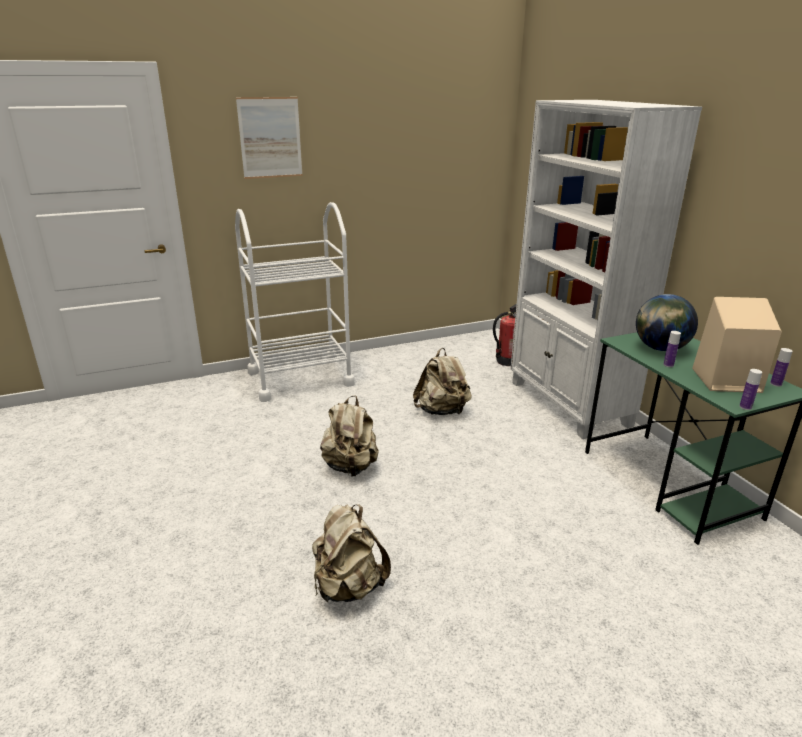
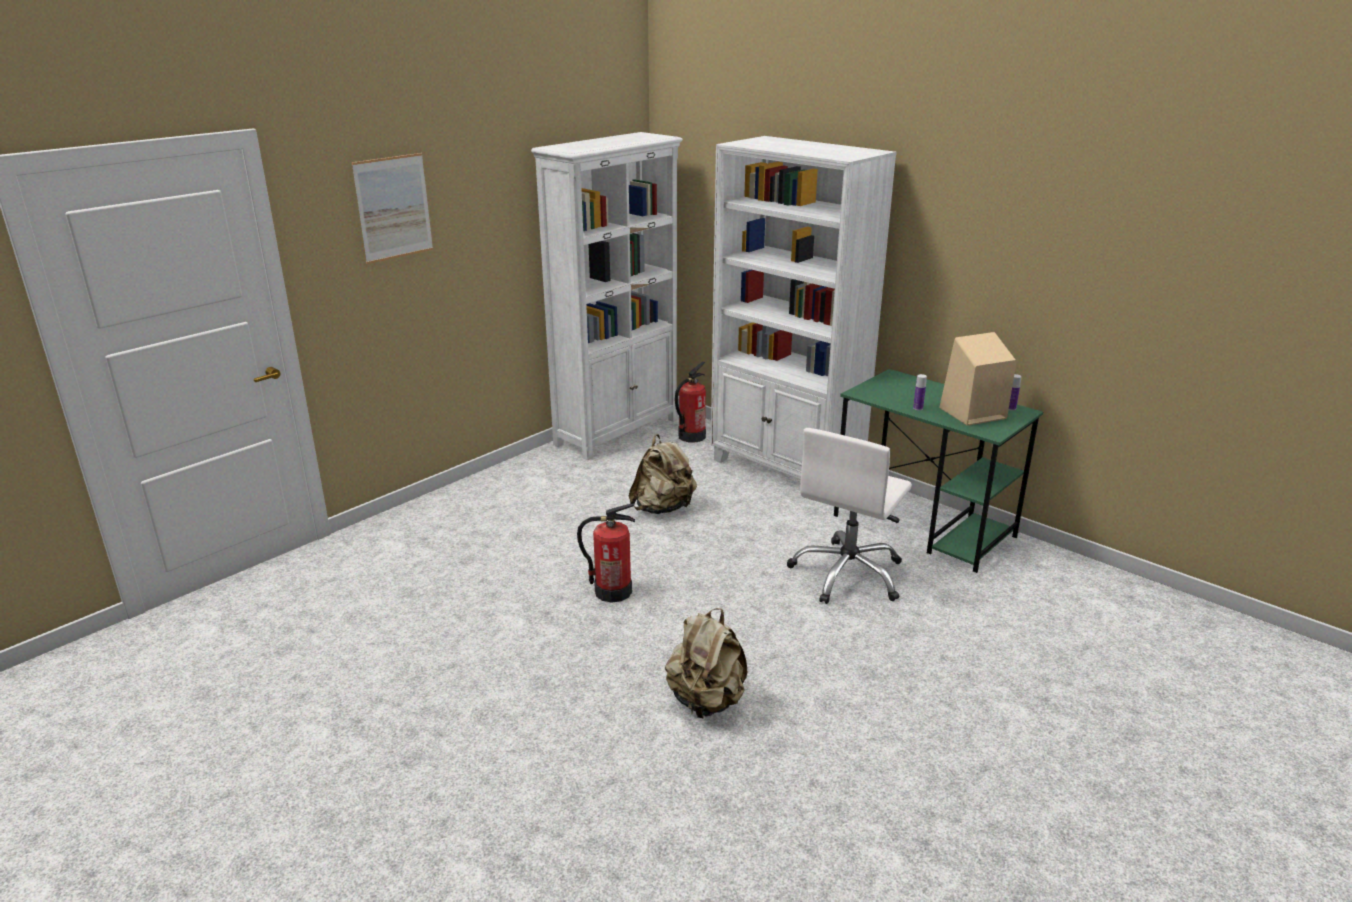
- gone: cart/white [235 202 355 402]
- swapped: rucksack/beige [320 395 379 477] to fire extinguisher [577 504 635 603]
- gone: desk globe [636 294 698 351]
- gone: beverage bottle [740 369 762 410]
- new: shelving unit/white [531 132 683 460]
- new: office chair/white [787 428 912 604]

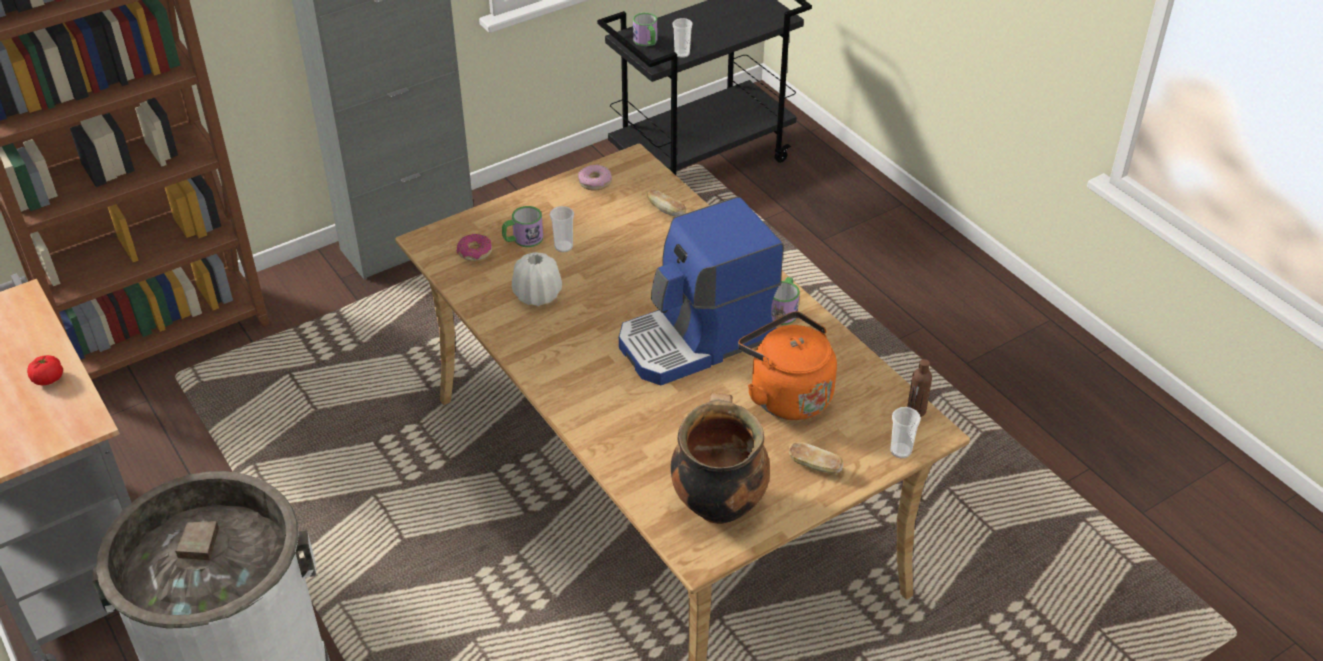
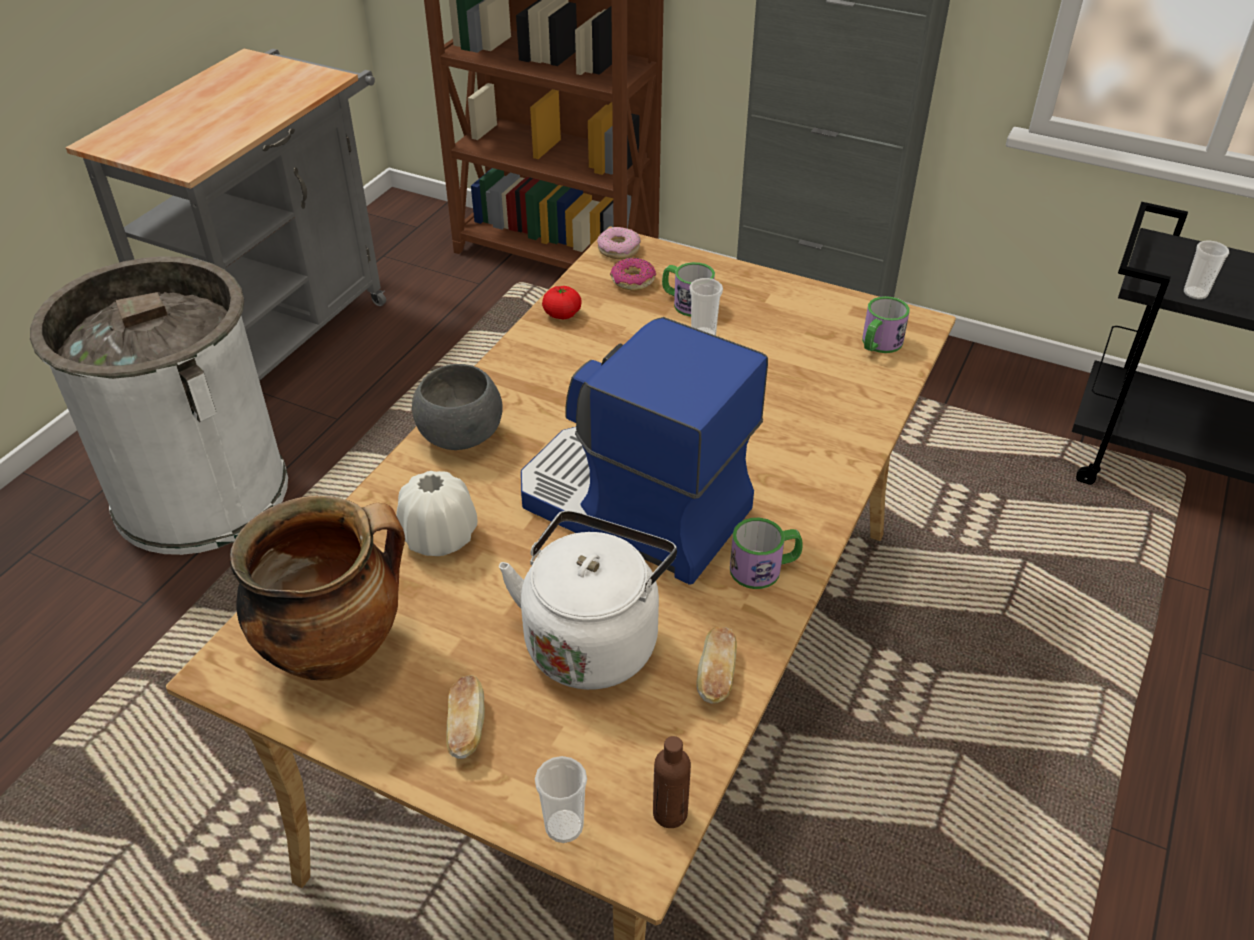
- shifted: tomato [27 355 63 385] to [542 286 582 319]
- shifted: flower vase/white [512 252 562 306] to [396 471 478 556]
- shifted: donut [578 165 612 191] to [597 227 641 259]
- shifted: mug [633 13 657 46] to [862 296 910 353]
- shifted: bakery bread [647 190 686 217] to [696 627 737 703]
- repainted: kettle/orangey [738 311 837 420] to kettle/white [499 511 677 690]
- new: bowl/gray [412 364 503 450]

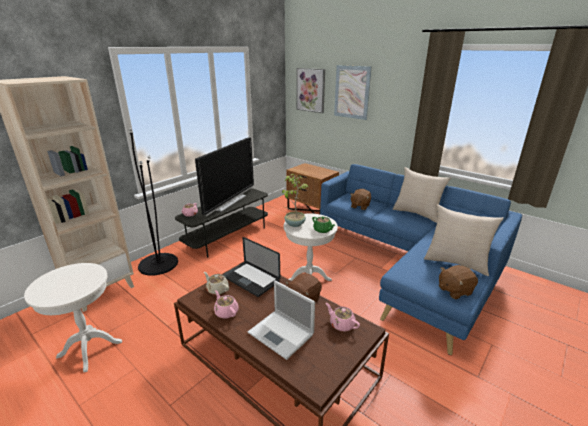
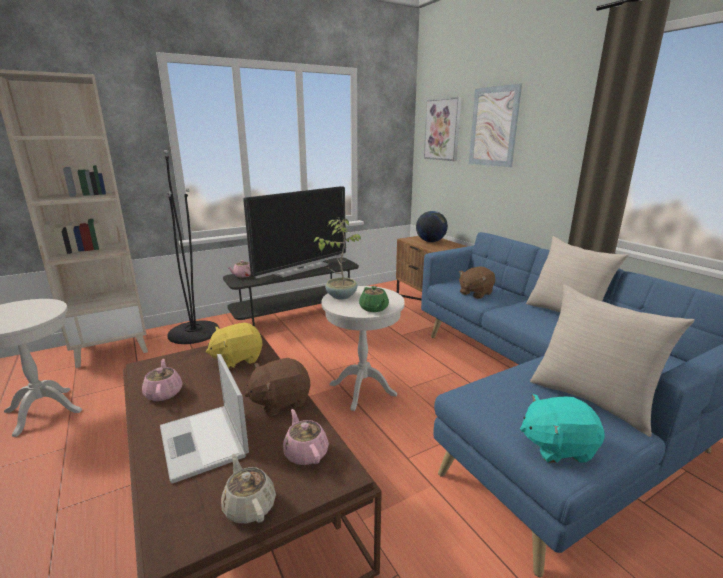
- shifted: tea pot/beige [204 272 229 295] to [221 454 276 523]
- swapped: laptop [223 237 280 297] to soft toy/yellowish [206 323 262 369]
- repainted: soft toy/brown [439 265 478 299] to soft toy/turquoise [520 394 605 463]
- new: desk globe [416 211 448 242]

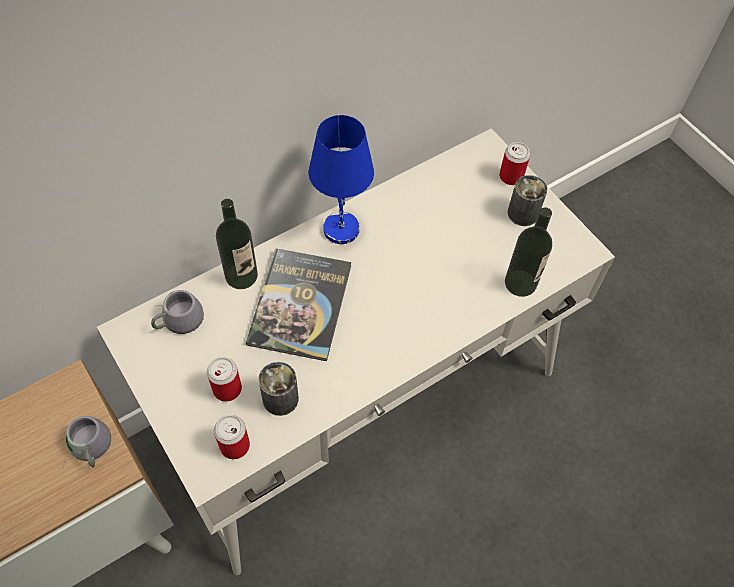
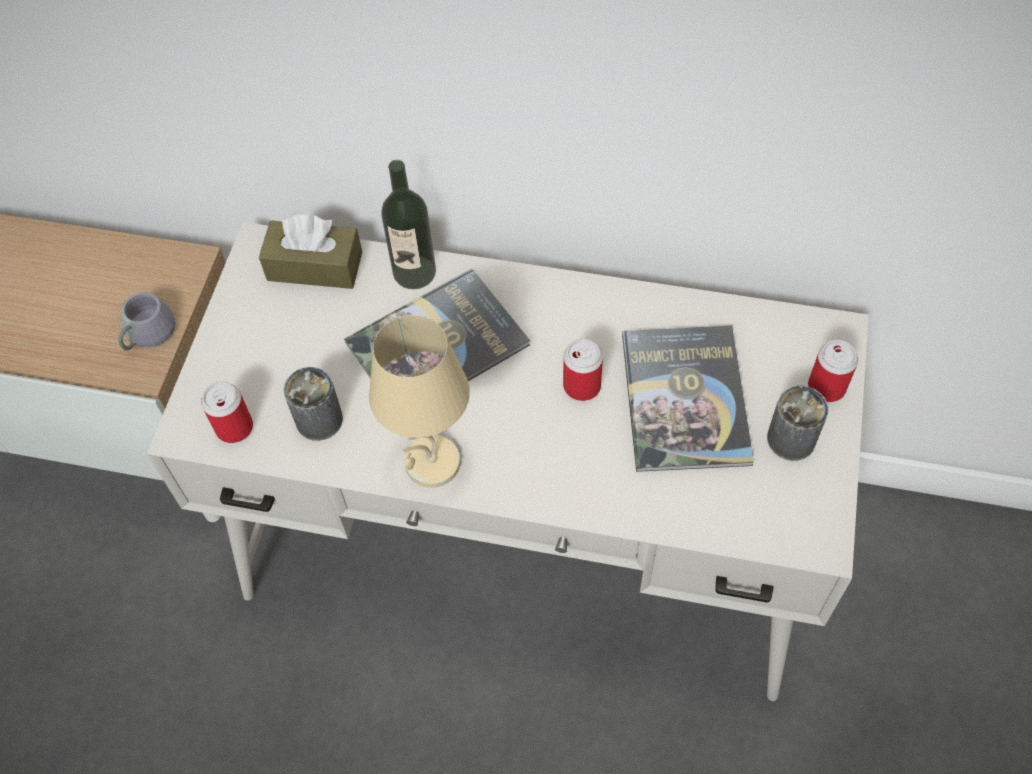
- swapped: mug/gray [151 290 204 334] to tissue box/brown [259 215 362 289]
- shifted: can [207 357 242 402] to [563 339 603 401]
- gone: table lamp/bluish [309 115 374 244]
- gone: beverage bottle [505 207 552 297]
- new: table lamp/beige [369 315 470 488]
- new: book [622 326 754 472]

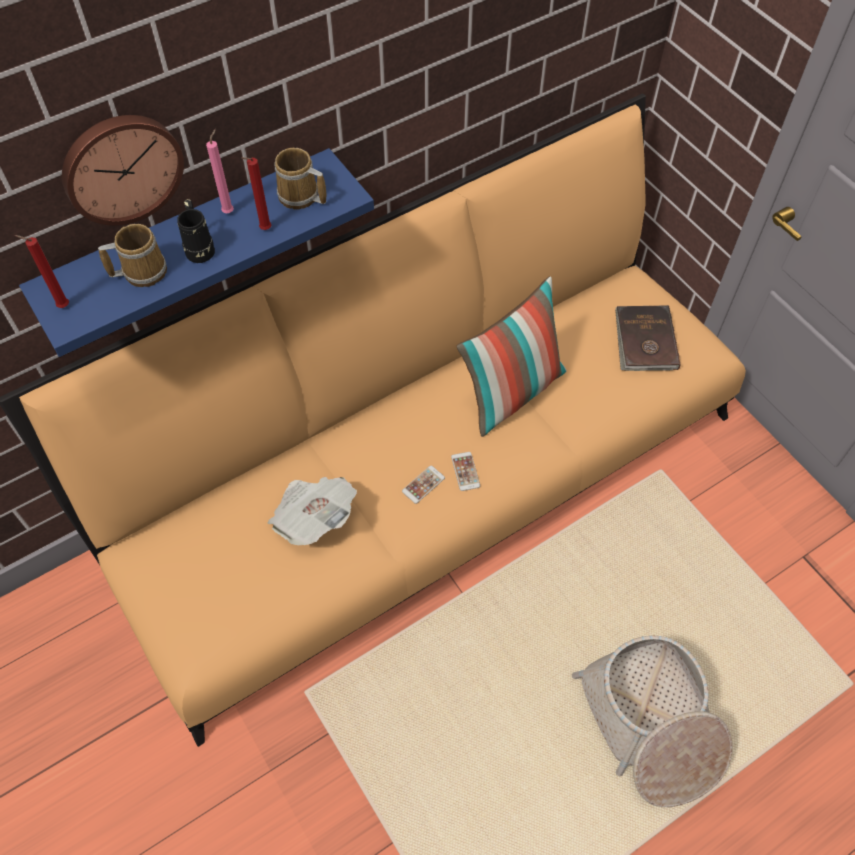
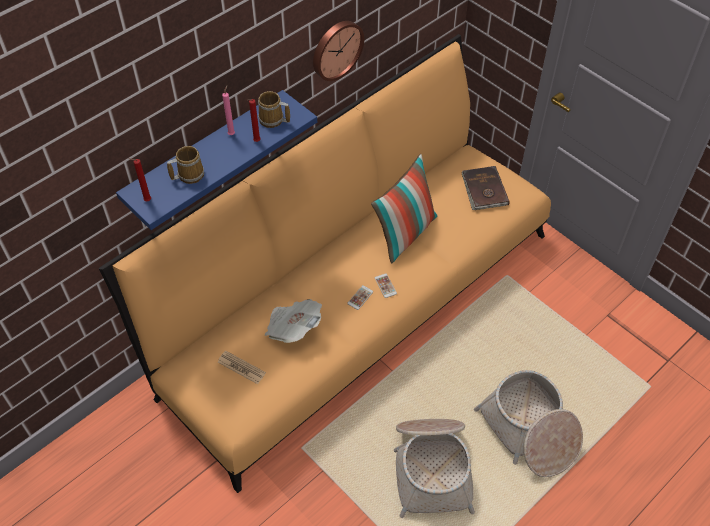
- shifted: wall clock [62 115 184 226] to [313 21 364 81]
- gone: mug/blackish [177 199 215 263]
- new: newspaper [218 351 266 384]
- new: storage basket [394 419 475 518]

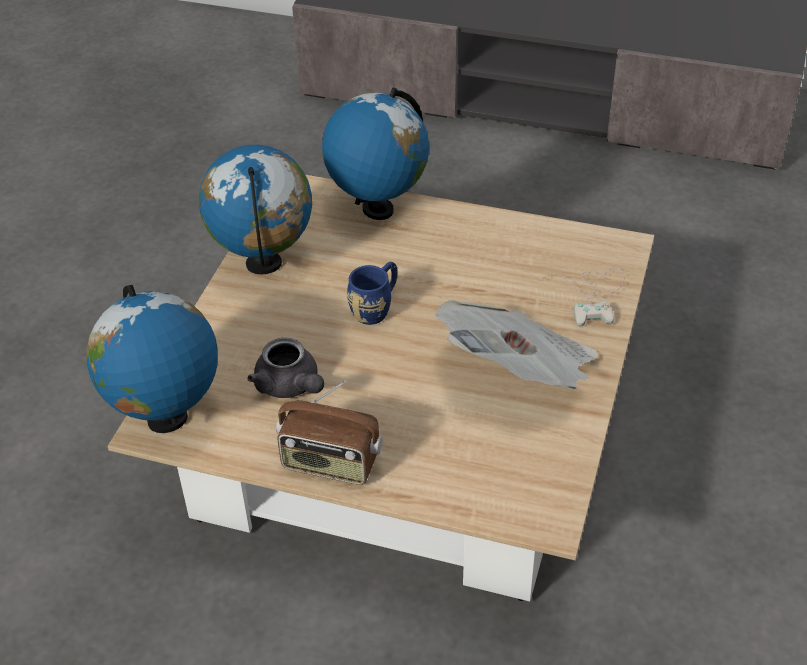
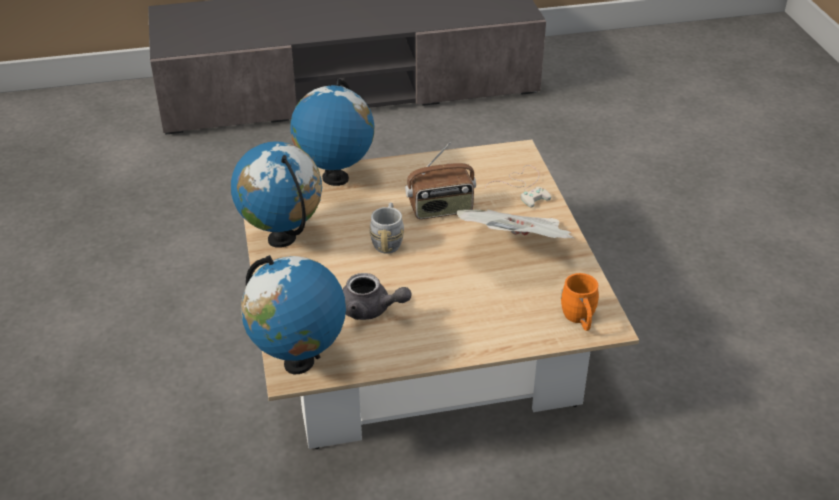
- shifted: radio receiver [276 380 383 485] to [405 142 476 219]
- repainted: mug/bluish [347 262 397 325] to mug/gray [369 202 404 254]
- new: mug/orangey [561 273 599 331]

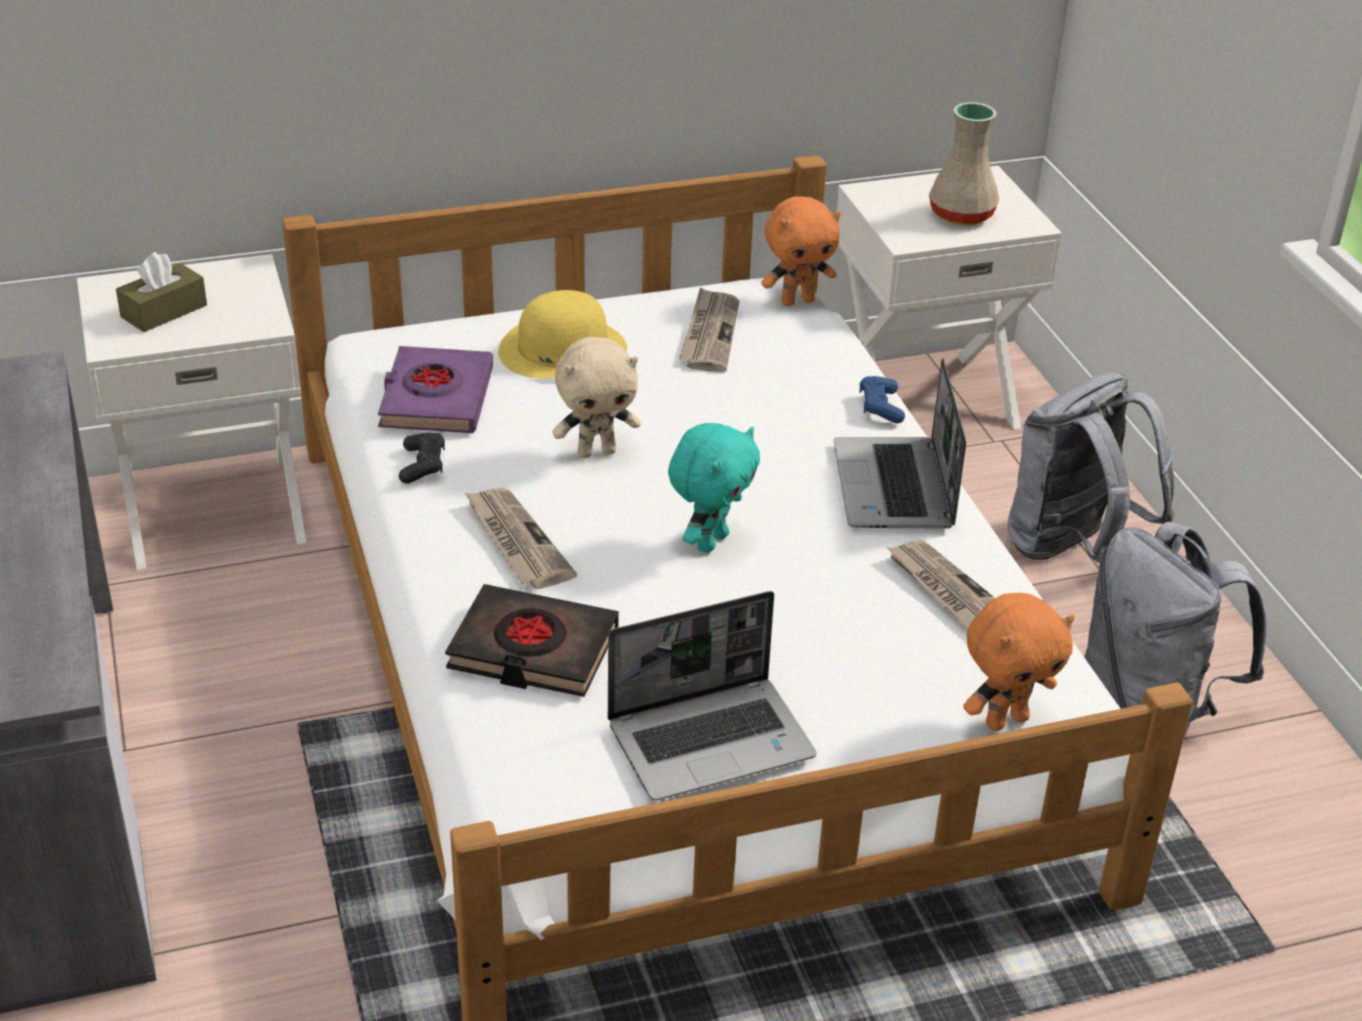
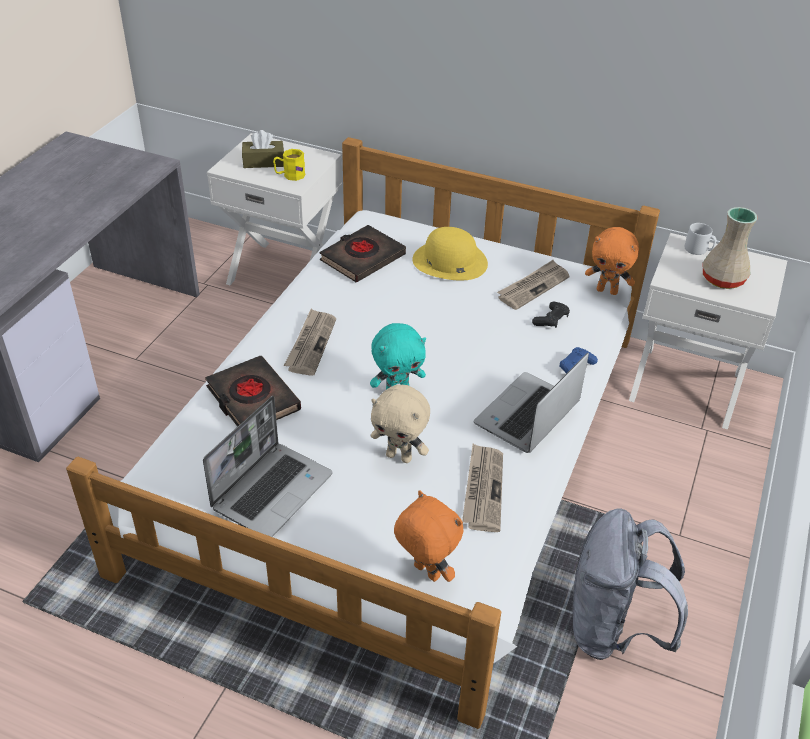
- repainted: book/purple-coloured [378 346 493 433] to book/blackish [320 225 406 283]
- shifted: game controller/blackish [399 433 445 484] to [532 301 570 328]
- shifted: soft toy/beige [552 337 641 458] to [371 385 430 463]
- rotated: laptop [608 591 816 801] = [203 396 333 537] 75 degrees counterclockwise
- rotated: soft toy/orangey [963 593 1075 731] = [394 490 464 582] 150 degrees counterclockwise
- gone: rucksack/gray [1008 372 1174 563]
- new: mug/yellowish [273 149 305 181]
- new: mug/gray [685 223 716 255]

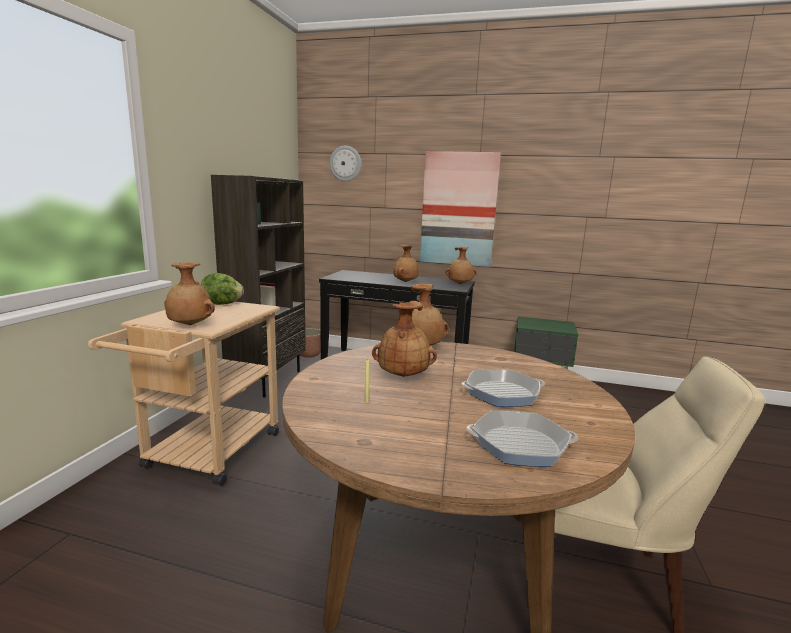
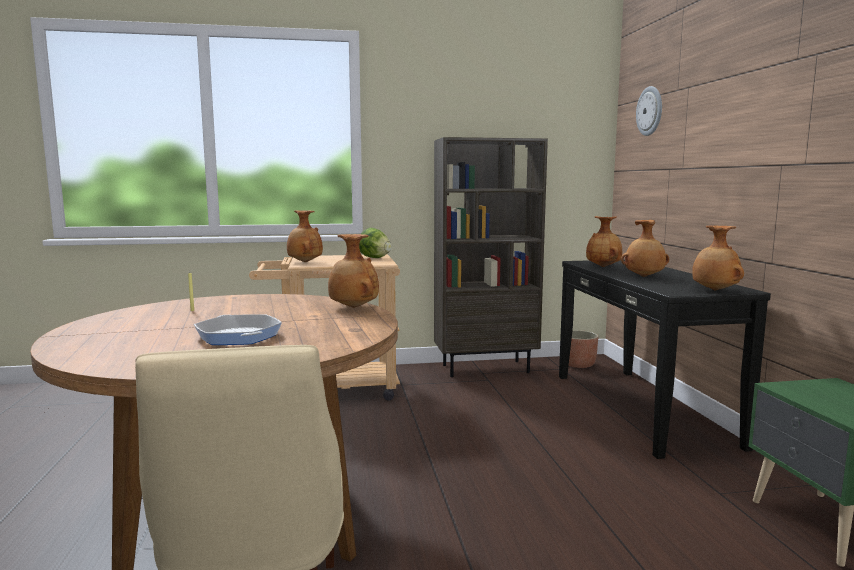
- shifted: flower vase/brown [372 301 437 377] to [586 216 622 267]
- gone: picture [420 151 501 267]
- gone: frying pan [466 410 578 467]

